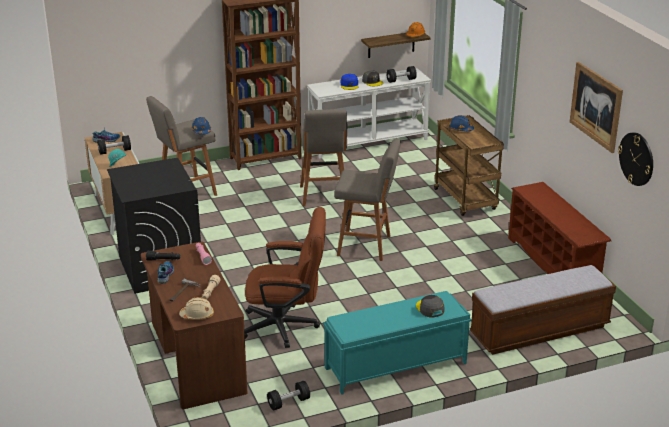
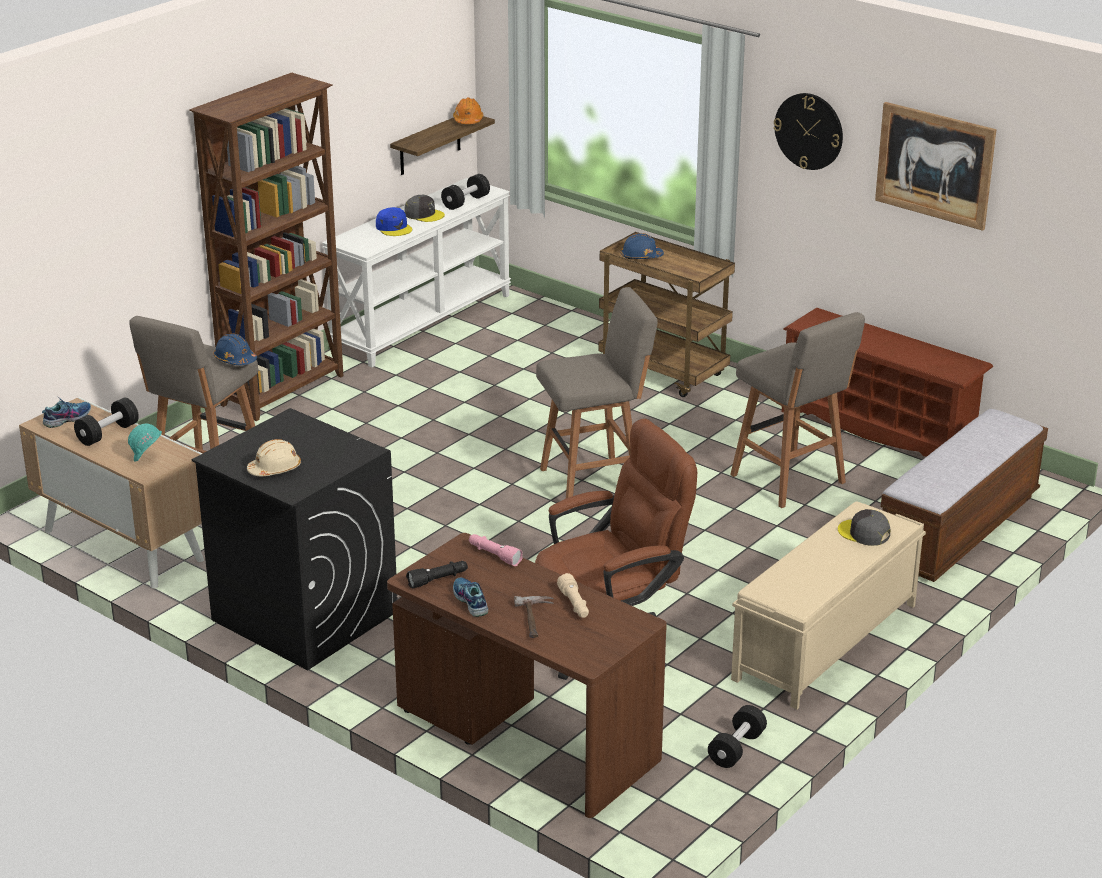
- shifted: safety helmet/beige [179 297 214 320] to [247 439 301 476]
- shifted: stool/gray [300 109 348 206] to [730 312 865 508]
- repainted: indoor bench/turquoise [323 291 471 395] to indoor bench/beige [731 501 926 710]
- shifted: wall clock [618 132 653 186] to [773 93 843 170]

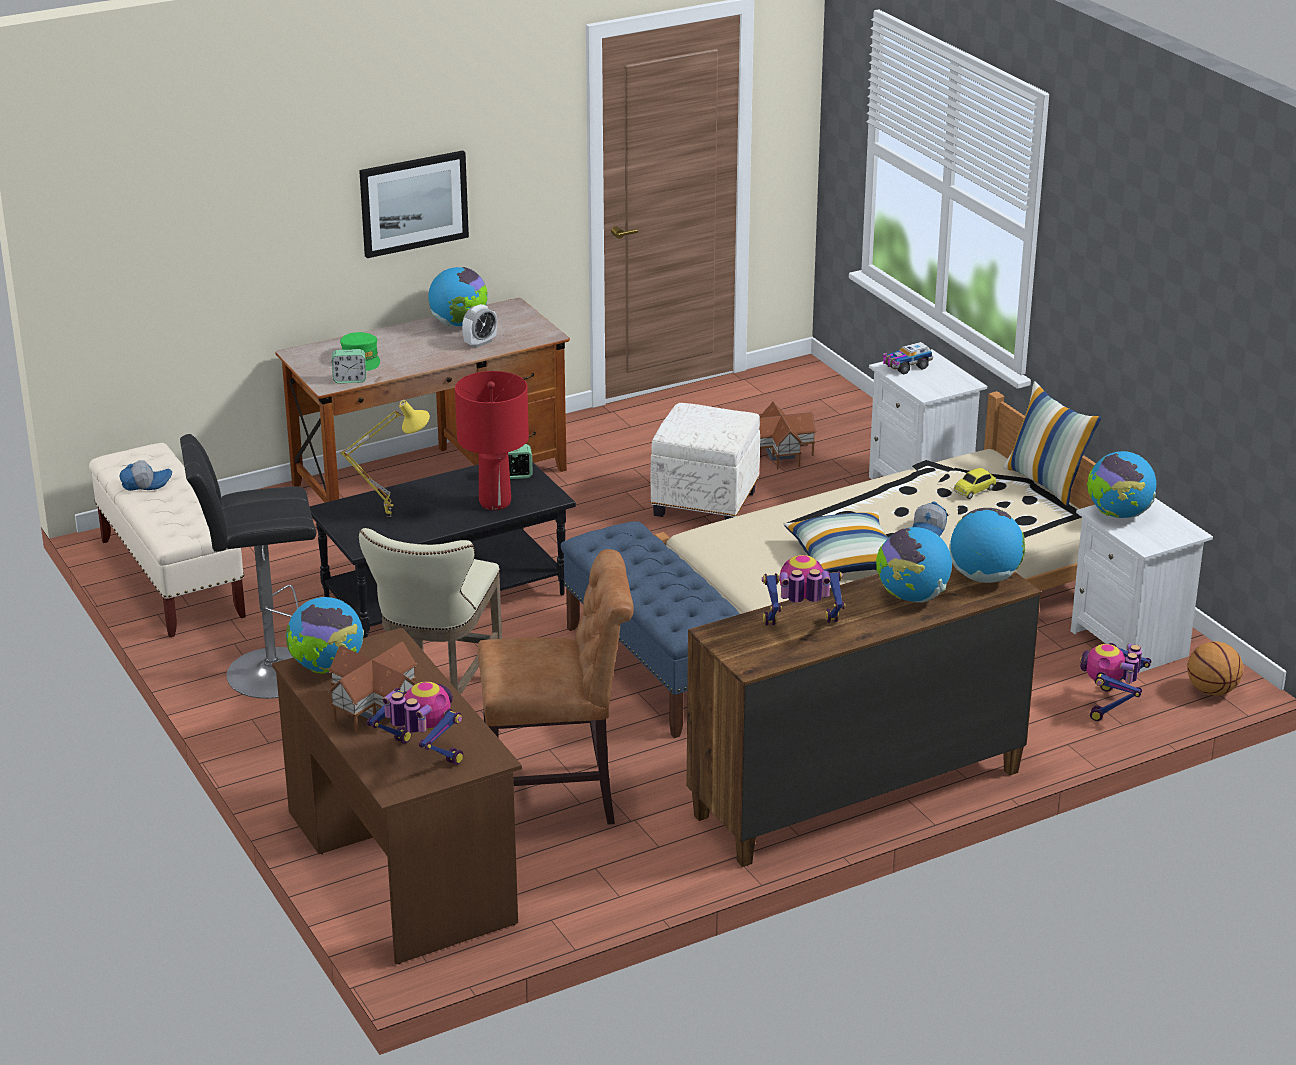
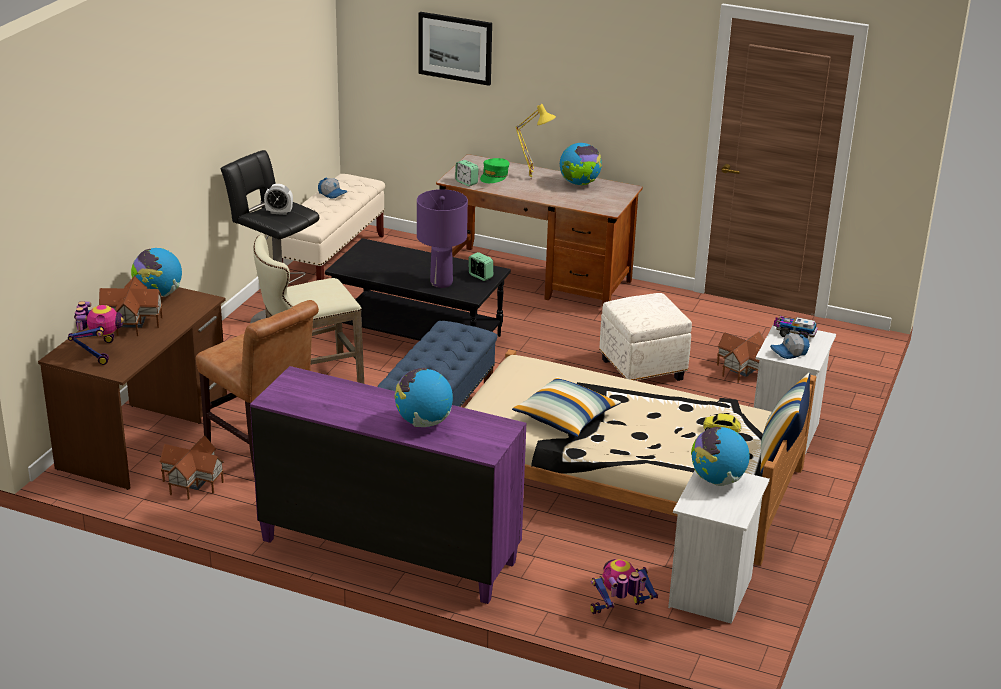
- shifted: table lamp/yellowish [340 400 430 517] to [515 104 556 179]
- shifted: picture [359 151 469 258] to [418 12 492 86]
- repainted: table lamp/red [455 371 529 510] to table lamp/purple-coloured [417 189 468 288]
- shifted: bedside clock [462 304 497 348] to [264 184 293 215]
- repainted: drawer chest/brown [687 564 1041 867] to drawer chest/purple-coloured [250 366 526 604]
- gone: model robot [762 555 845 625]
- shifted: baseball cap [913 501 947 537] to [770 333 810 359]
- gone: desk globe [949 508 1025 583]
- gone: ball for basketball [1187 641 1243 696]
- new: model house [159 435 224 500]

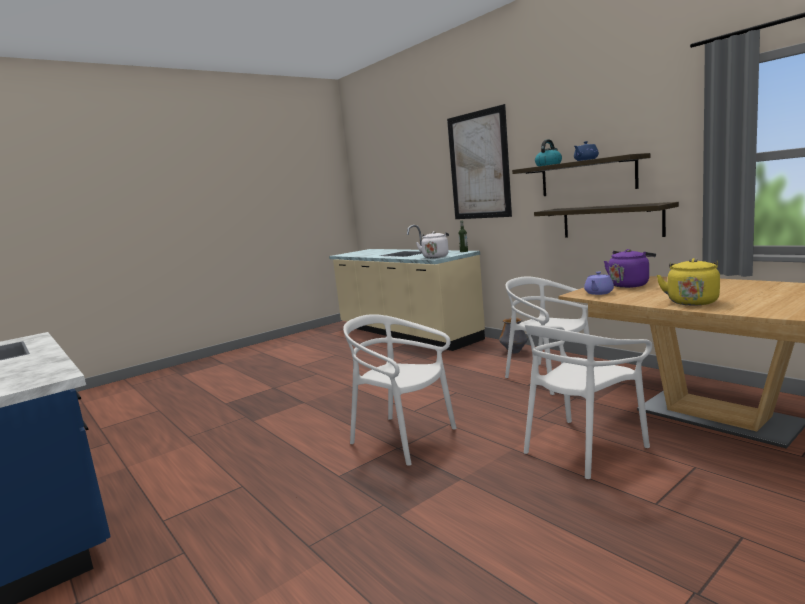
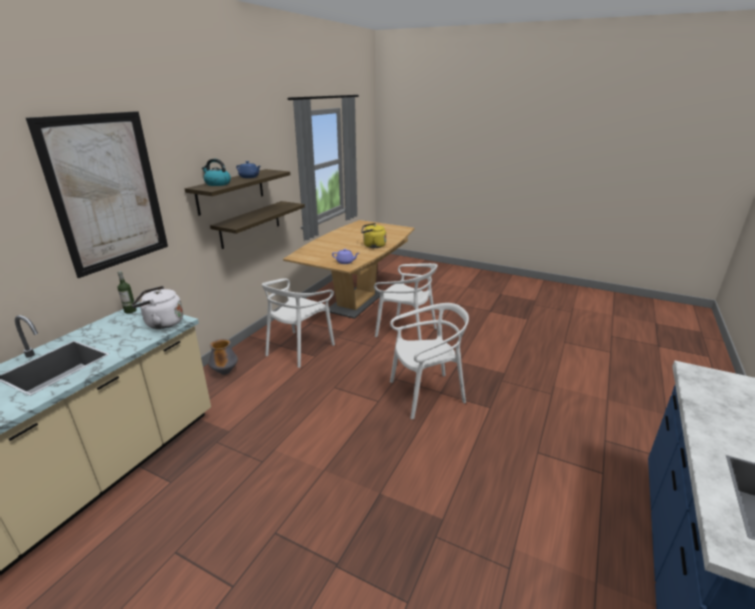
- rotated: plain chair/white [343 314 457 466] = [390 303 469 419] 120 degrees counterclockwise
- gone: kettle/purple-coloured [604 249 656 288]

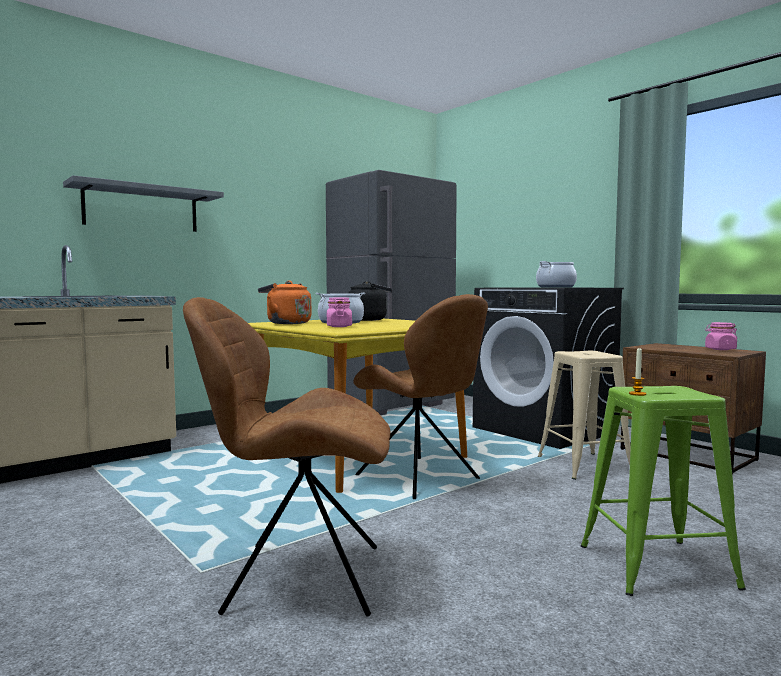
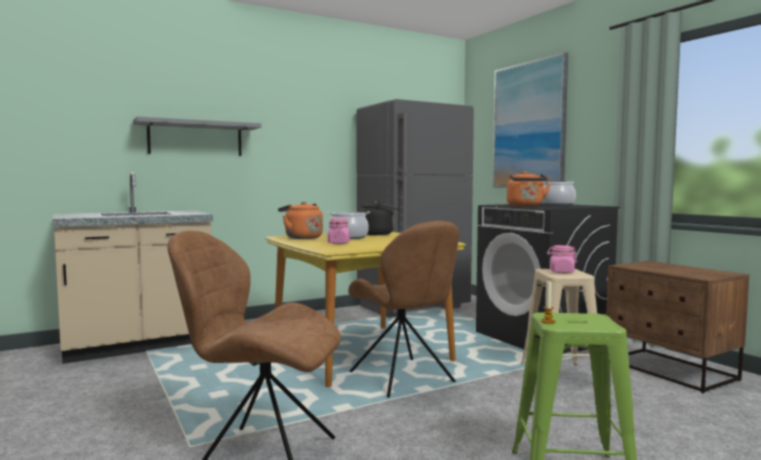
- shifted: storage jar/pink [705 322 737 350] to [547 245 577 273]
- new: picture [493 52 568 188]
- new: kettle/orangey [507 171 550 206]

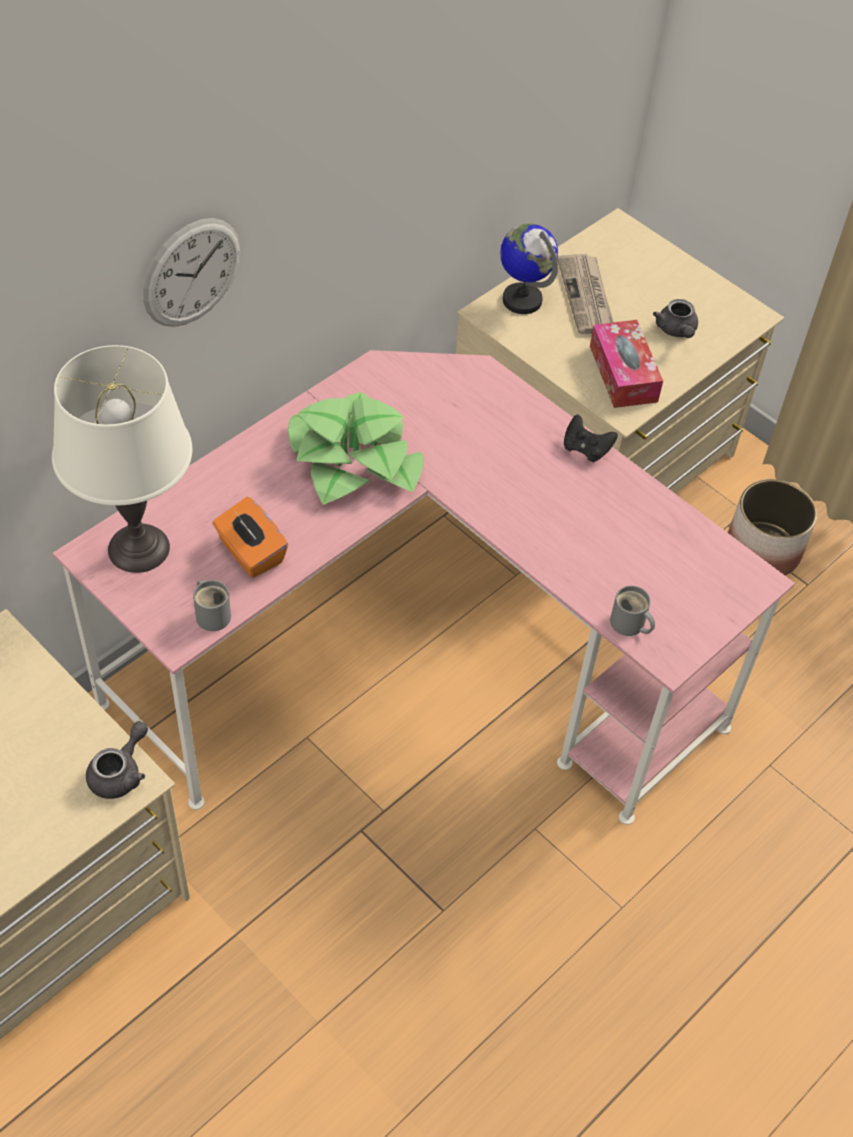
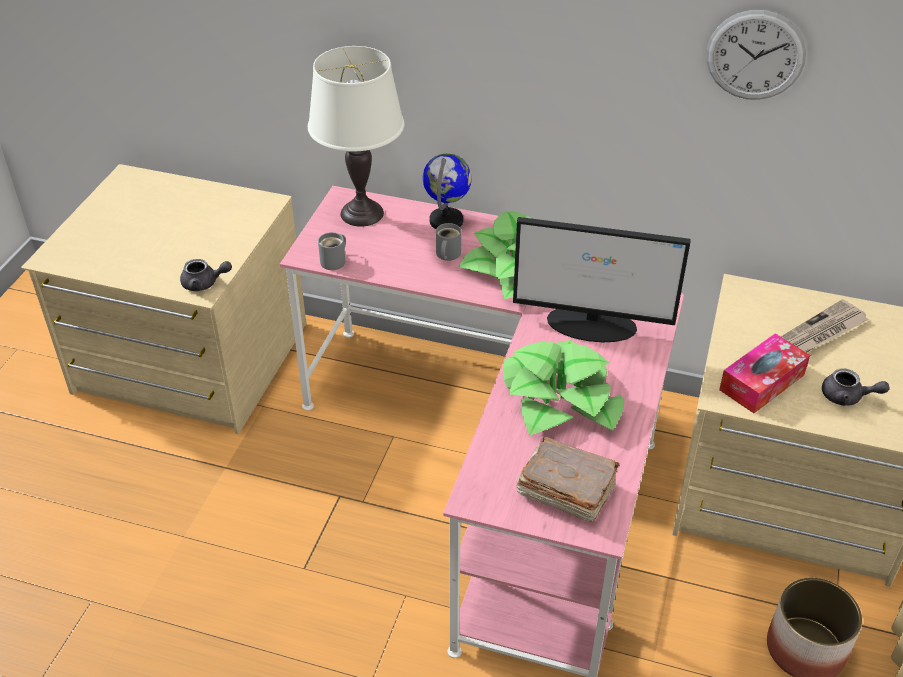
- shifted: wall clock [143 218 240 327] to [706 10 806 100]
- gone: tissue box/orangey [212 497 288 578]
- shifted: desk globe [500 223 558 314] to [423 153 472 229]
- gone: game controller/blackish [564 415 618 463]
- shifted: mug/gray [610 586 655 636] to [436 223 461 261]
- rotated: tea pot/gray [653 299 698 338] = [822 368 889 406] 120 degrees counterclockwise
- new: houseplant [503 340 624 435]
- new: computer screen [513 217 691 342]
- new: book/brown [517 437 620 522]

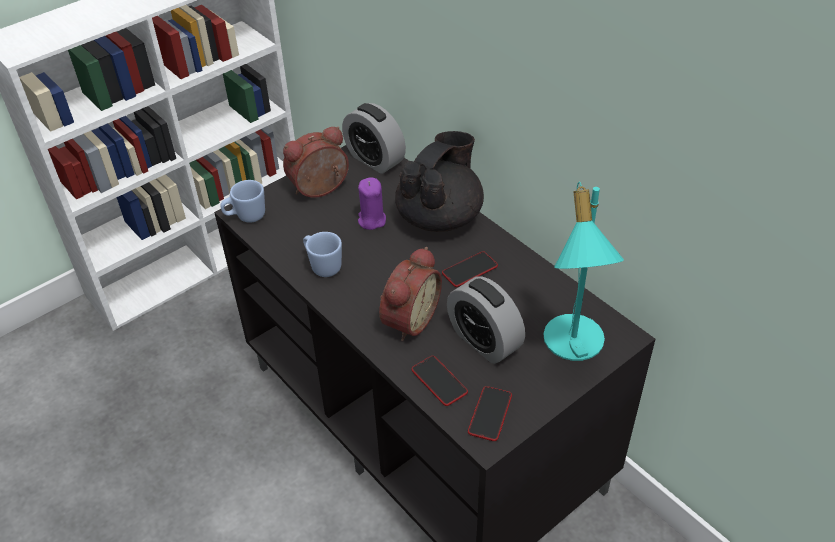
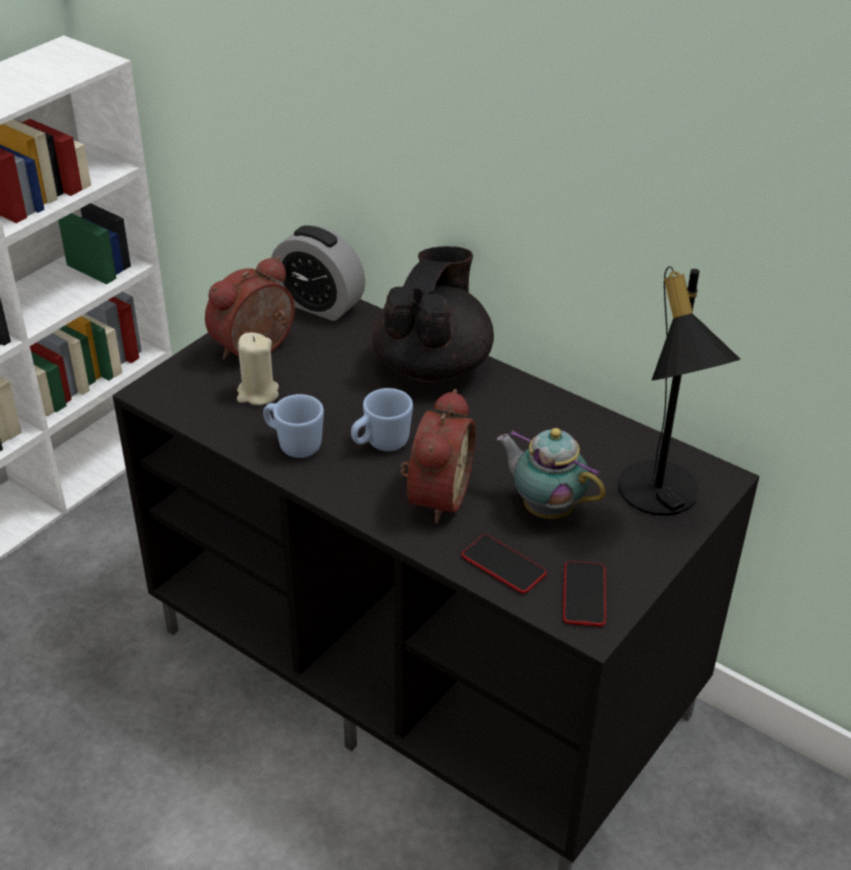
- shifted: mug/bluish [220 180 265 223] to [351 388 413 451]
- gone: wax light/purple-coloured [358 178 386 230]
- gone: phone [442 251 498 287]
- swapped: bedside clock [447 277 525 364] to tea pot [497 428 606 519]
- repainted: table lamp/turquoise [543 182 624 361] to table lamp/blackish [618 266 740 516]
- new: wax light/beige [237 333 279 405]

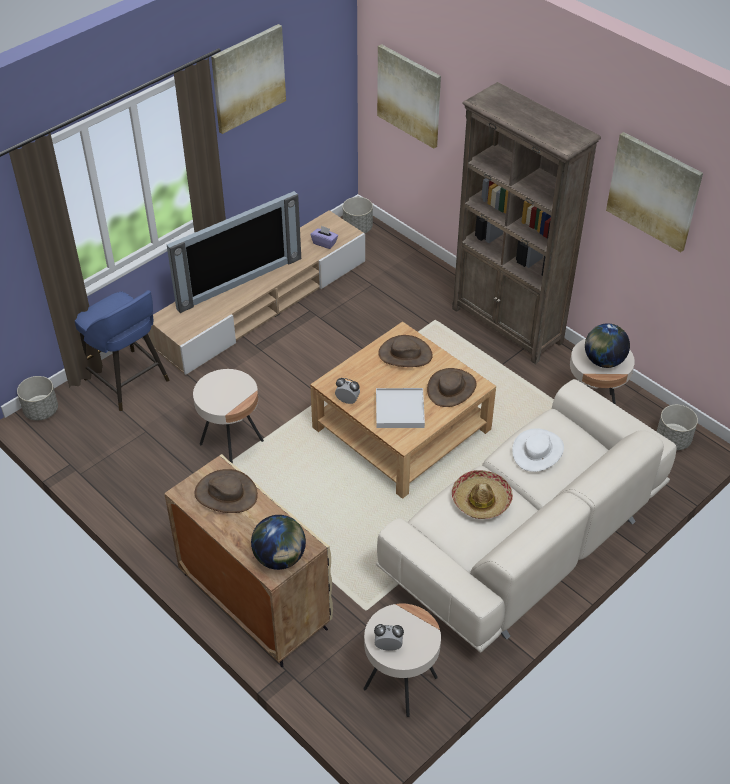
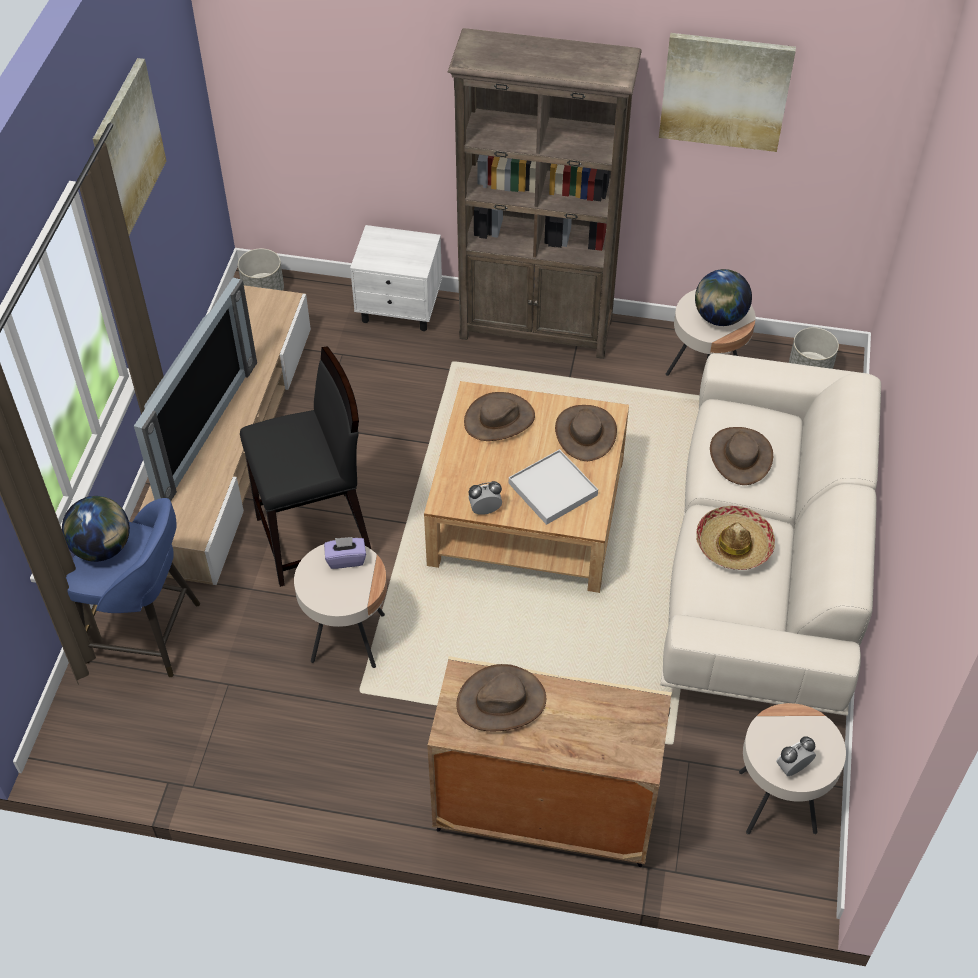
- gone: plant pot/gray [17 376 58 420]
- shifted: desk globe [251 515 306 570] to [62 496 130 562]
- shifted: tissue box/purple-coloured [311 225 338 249] to [324 537 366 569]
- gone: picture [377 44 441 149]
- repainted: wearable hat/white [512 429 564 472] to wearable hat/brown [710 427 773 485]
- new: stool/blackish [240 346 372 587]
- new: night table/white [350 225 442 331]

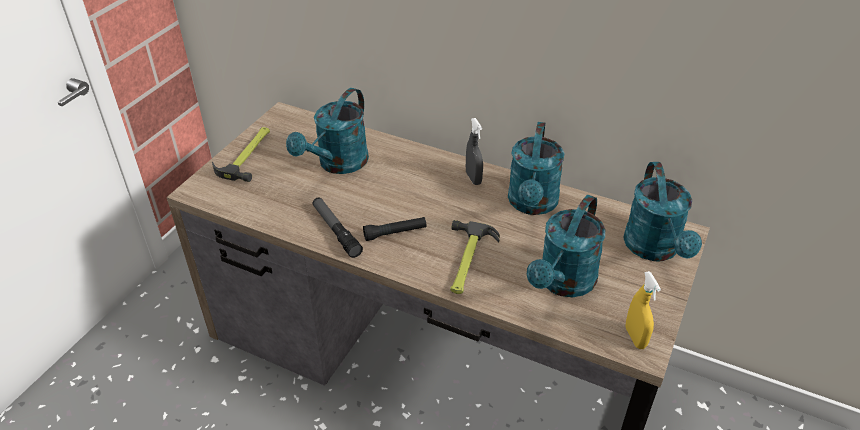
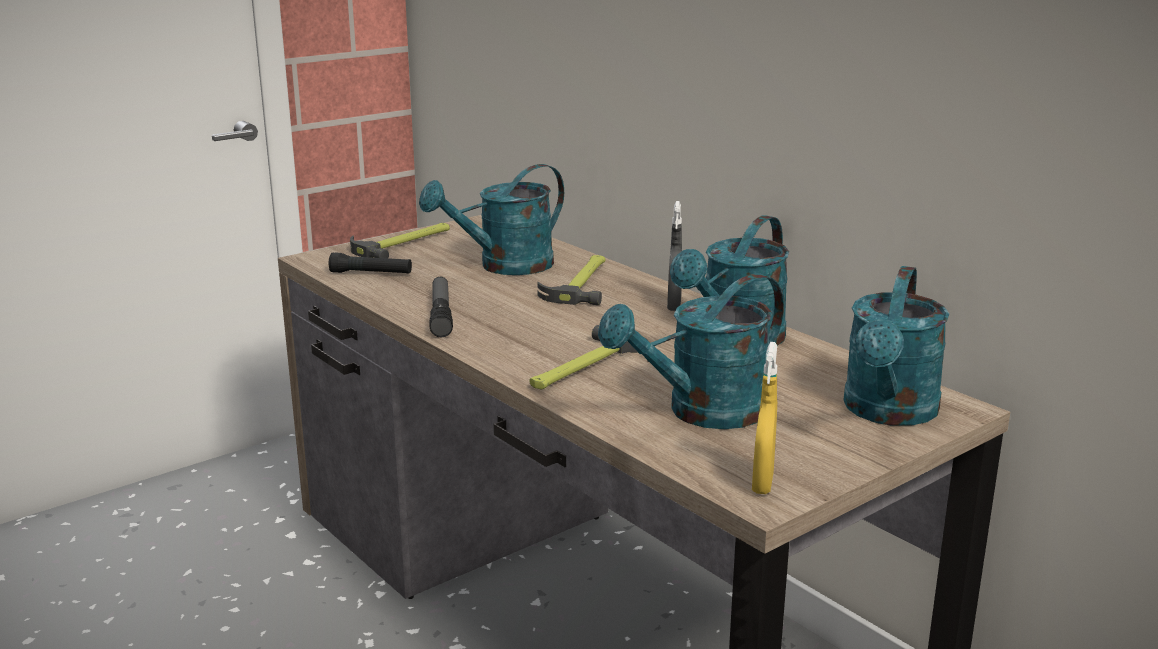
- shifted: torch/blackish [363 217 426 241] to [329 252 412 274]
- new: hand hammer [537 255 606 305]

